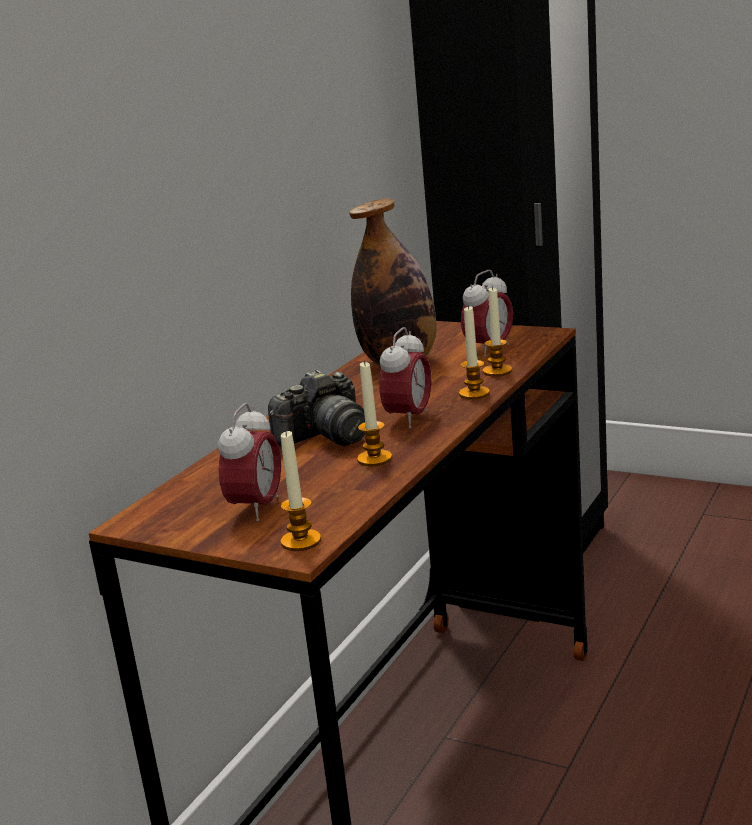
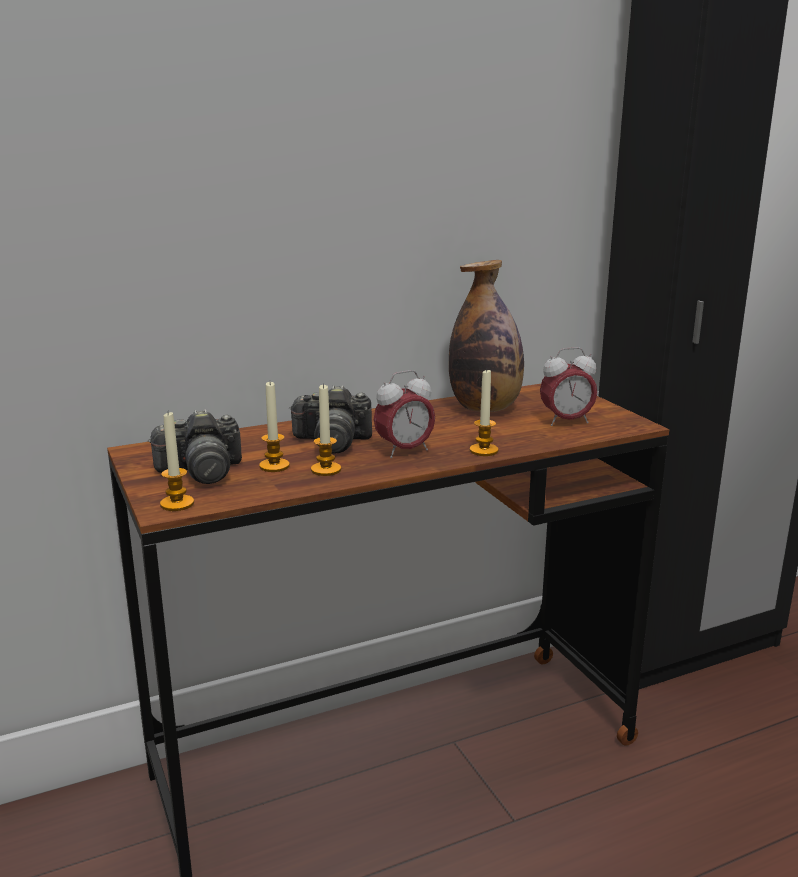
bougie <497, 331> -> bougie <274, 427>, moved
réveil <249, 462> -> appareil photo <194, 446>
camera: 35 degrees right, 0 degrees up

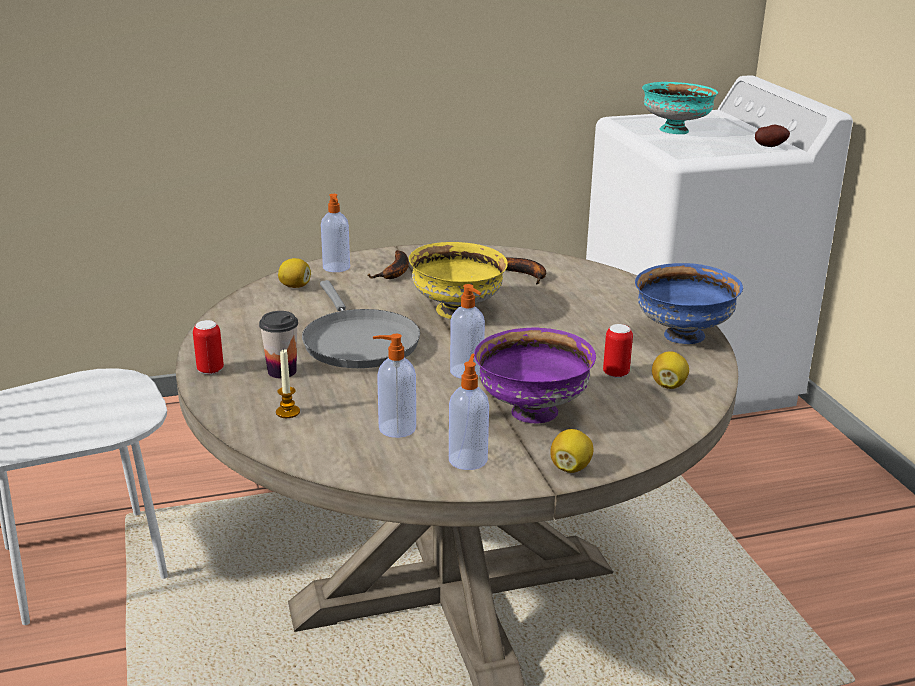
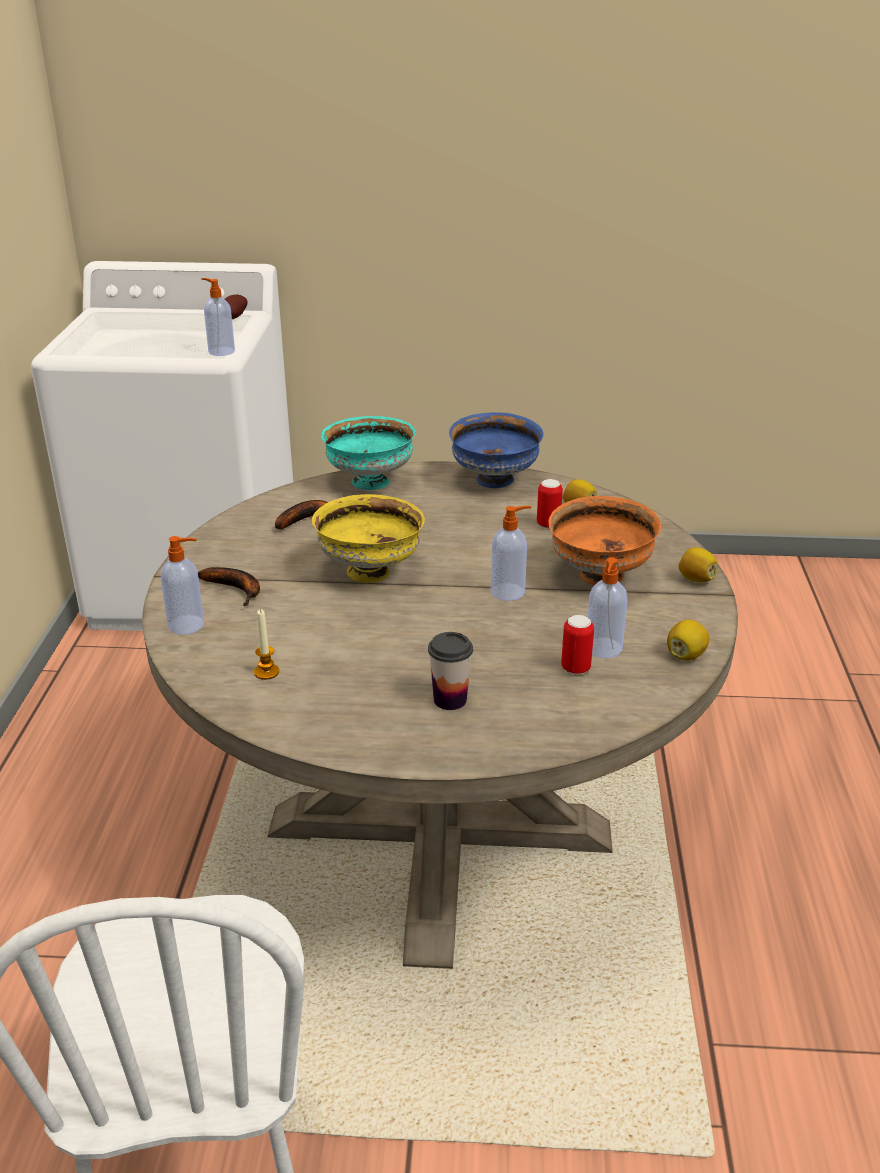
bol/turquoise <680, 108> -> bol/turquoise <368, 453>, moved
citron <294, 273> -> citron <688, 640>, moved
poêle/gris <361, 324> -> none
boîte métallique <208, 347> -> boîte métallique <577, 645>, moved
bol/violet <535, 375> -> bol/orange <604, 540>
bougie <288, 383> -> bougie <266, 644>, moved
distributeur de savon <469, 412> -> distributeur de savon <218, 317>, moved
camera: 70 degrees left, 5 degrees up

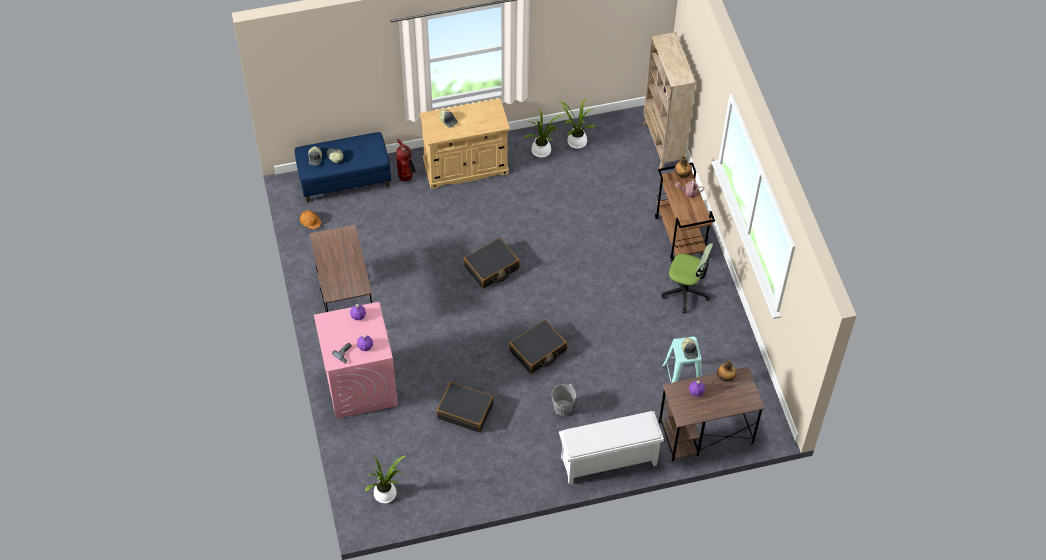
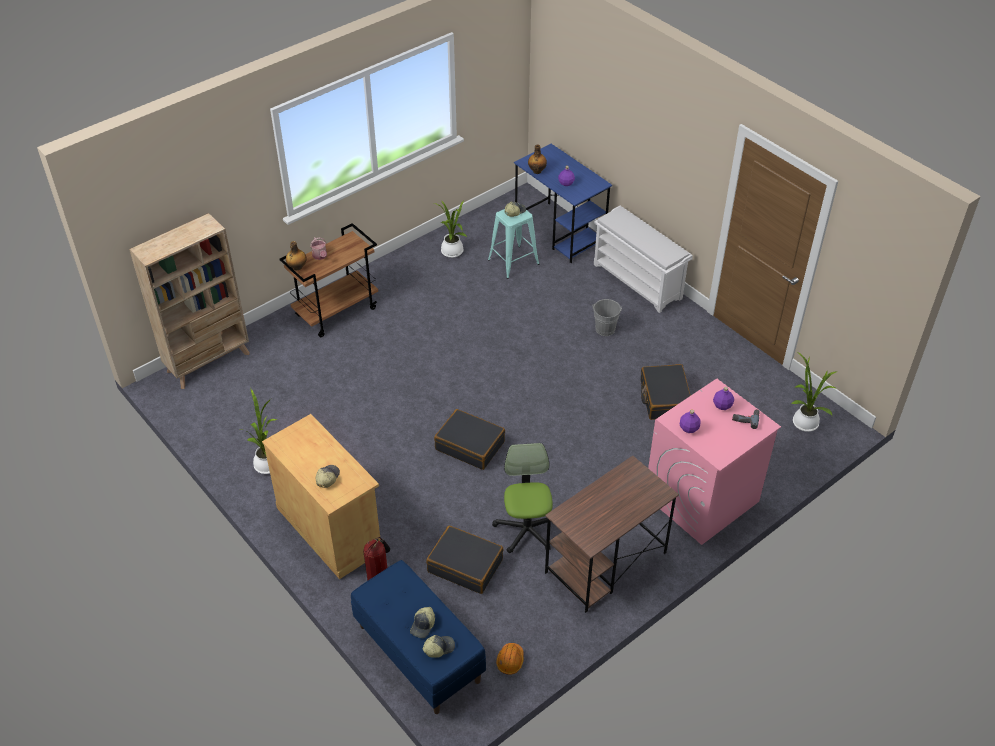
plante en pot <577, 124> -> plante en pot <450, 229>, moved
chaise de bureau <687, 278> -> chaise de bureau <522, 498>, moved
valise/noir <538, 346> -> valise/noir <465, 560>, moved
bureau/marron <711, 414> -> bureau/bleu <563, 203>
camera: 115 degrees left, 10 degrees down

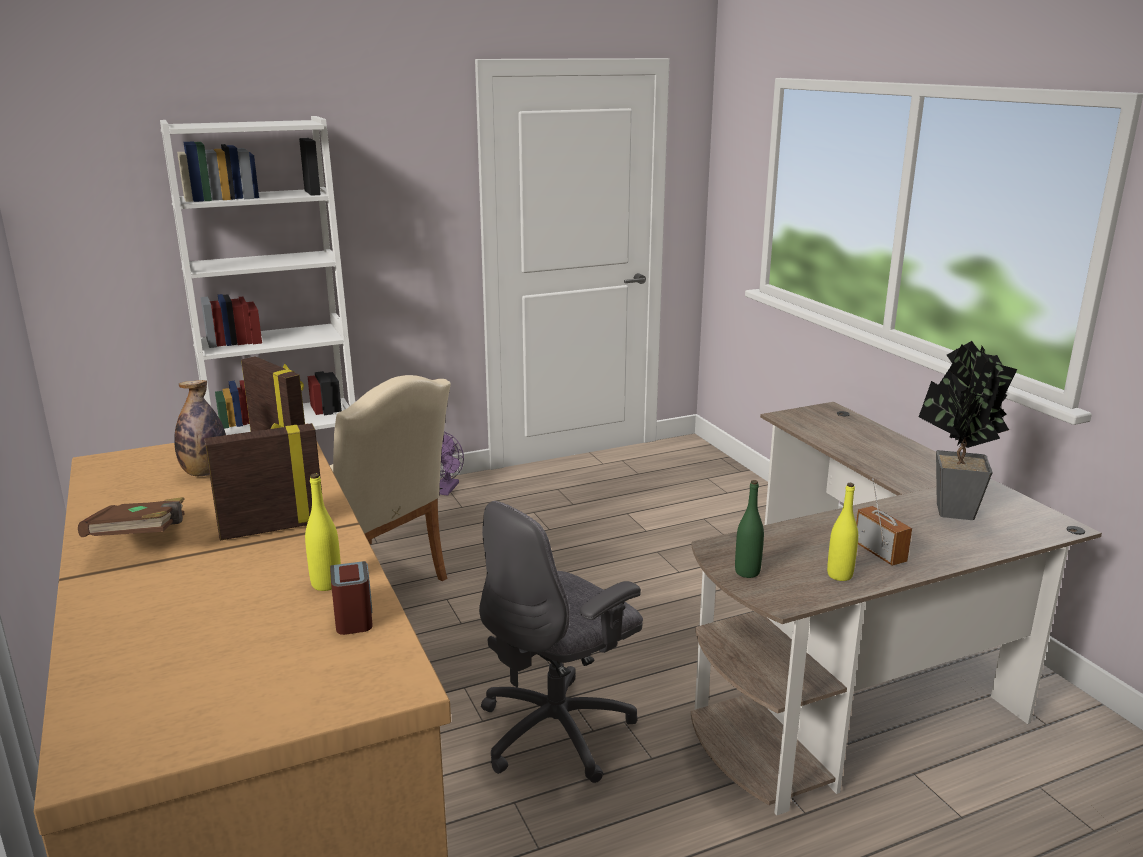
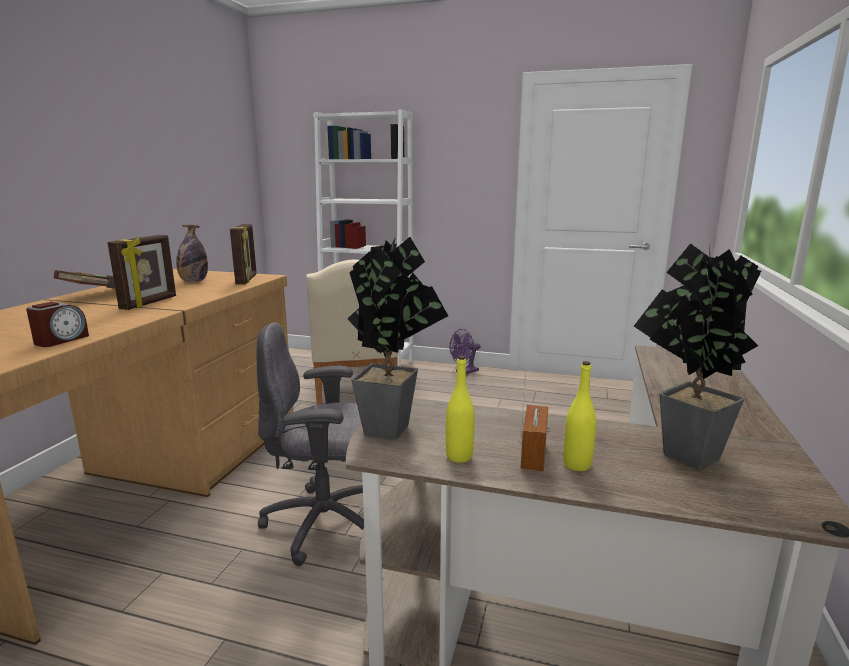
cadre photo <263, 481> -> cadre photo <142, 272>, 90 degrees clockwise
bouteille/jaune <323, 532> -> bouteille/jaune <579, 416>, moved
bouteille/vert <749, 529> -> plante en pot <398, 338>
camera: 40 degrees right, 5 degrees down

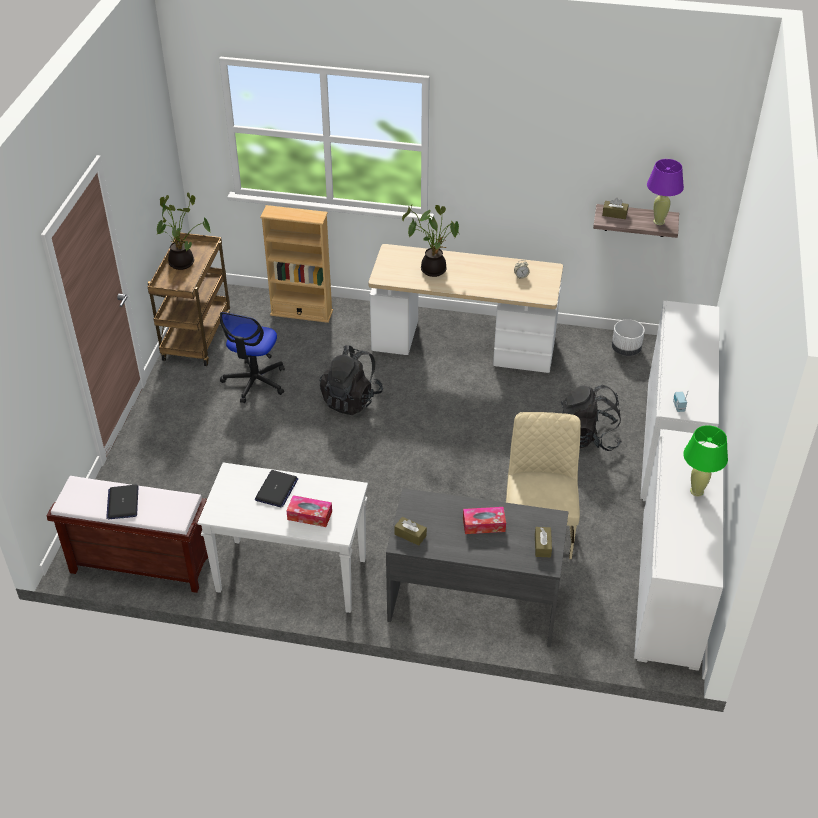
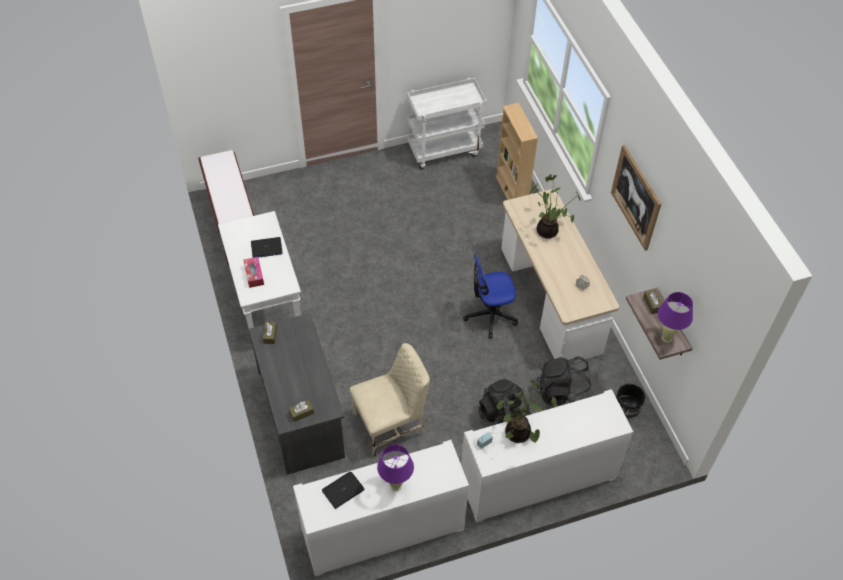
plante en pot <184, 231> -> plante en pot <527, 411>, moved
chariot/marron <189, 299> -> chariot/blanc <447, 124>
chaise de bureau <252, 357> -> chaise de bureau <490, 296>, moved
cache-pot/blanc <628, 337> -> cache-pot/noir <630, 401>
sac à dos/noir <351, 380> -> sac à dos/noir <564, 382>, moved
lampe de table/vert <705, 461> -> lampe de table/violet <395, 467>
ordinateur portable <122, 502> -> ordinateur portable <343, 490>, moved
boîte à mouchoirs <484, 520> -> none
none -> tableau <636, 198>
camera: 60 degrees right, 10 degrees up

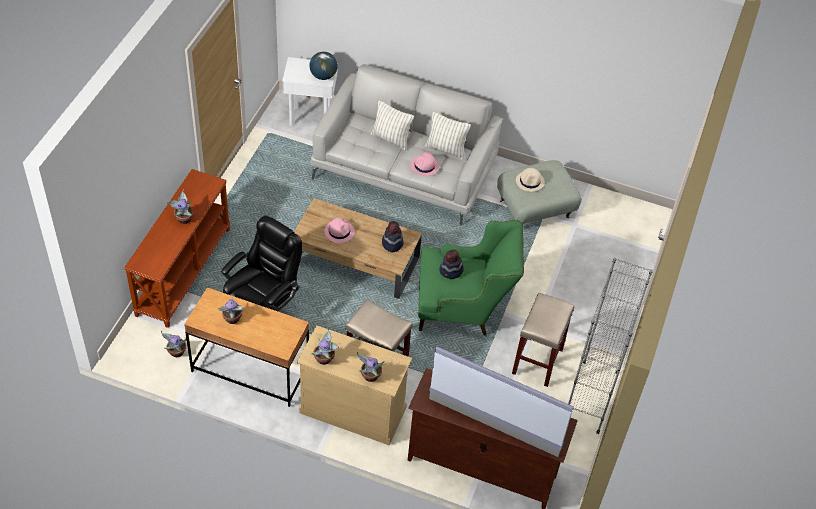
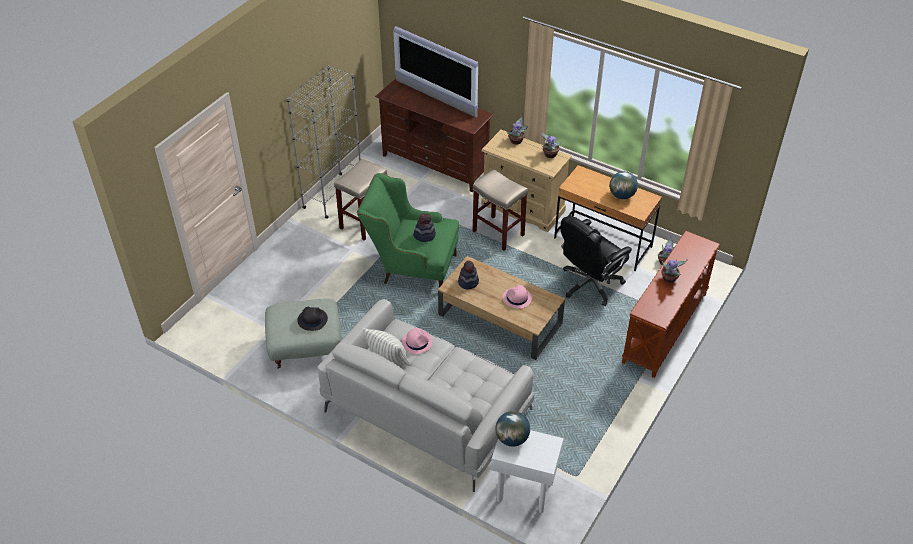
coussin <392, 125> -> none
chapeau/beige <530, 180> -> chapeau/noir <312, 319>
plante en pot <231, 310> -> globe <623, 185>
camera: 165 degrees left, 5 degrees down

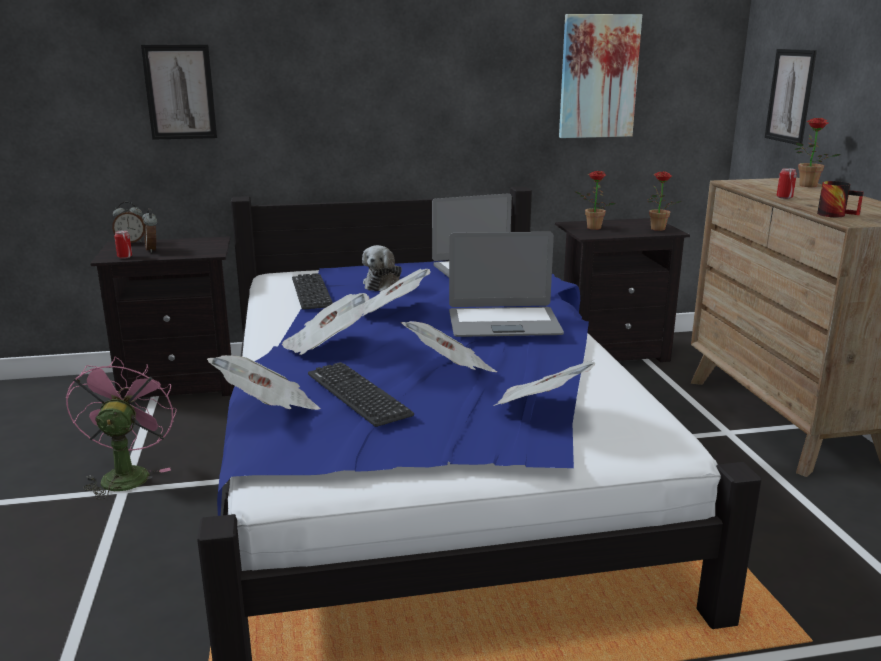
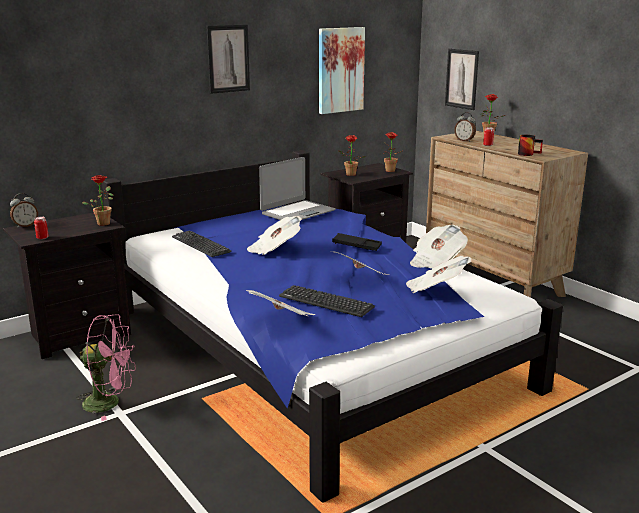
tableau <179, 92> -> tableau <228, 59>, moved
réveil <150, 230> -> réveil <465, 127>, moved
ordinateur portable <506, 284> -> plateau/noir <357, 242>
peluche <382, 268> -> none
journal <325, 324> -> journal <439, 246>, moved
ventilateur/rose <121, 428> -> ventilateur/rose <106, 367>, 120 degrees clockwise
none -> plante en pot <98, 200>
camera: 25 degrees left, 0 degrees up

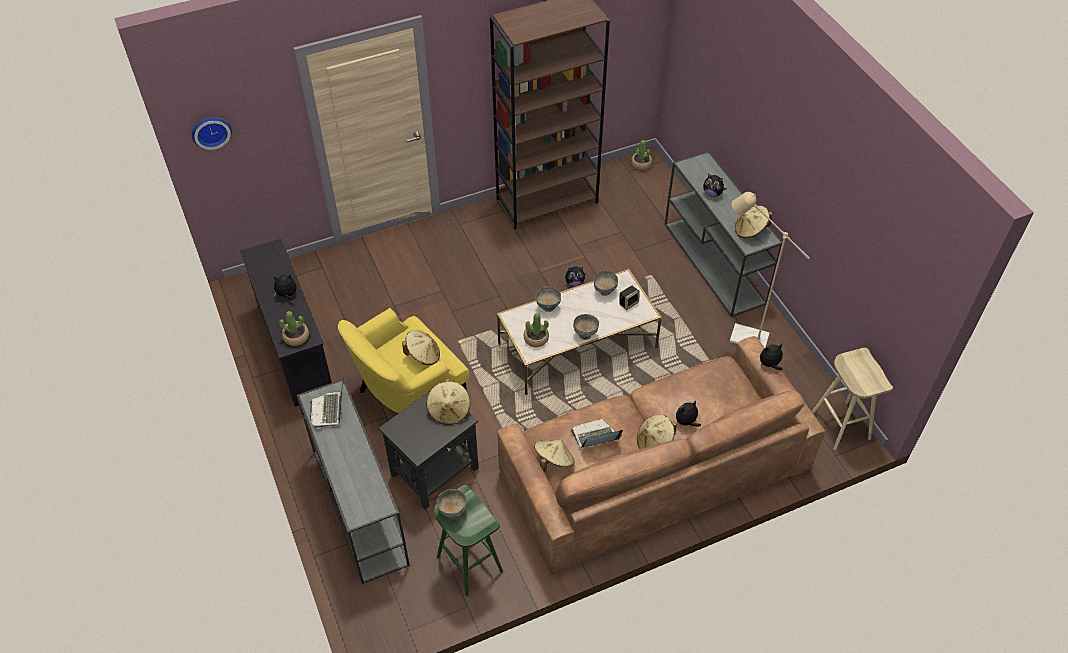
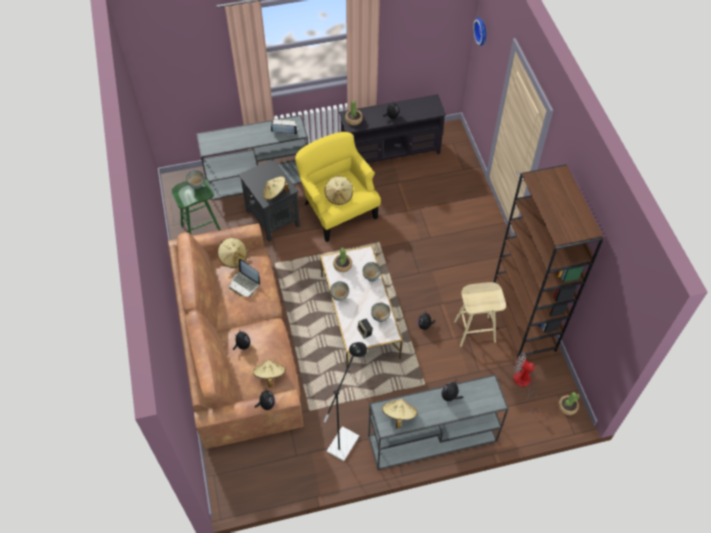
lampadaire/beige <770, 269> -> lampadaire/noir <345, 401>
tabouret/beige <852, 399> -> tabouret/beige <480, 314>, moved
chapeau/beige <656, 432> -> chapeau/beige <269, 373>, moved
ordinateur portable <597, 433> -> ordinateur portable <244, 278>, 135 degrees clockwise
none -> ventilateur <526, 382>
camera: 100 degrees right, 5 degrees up

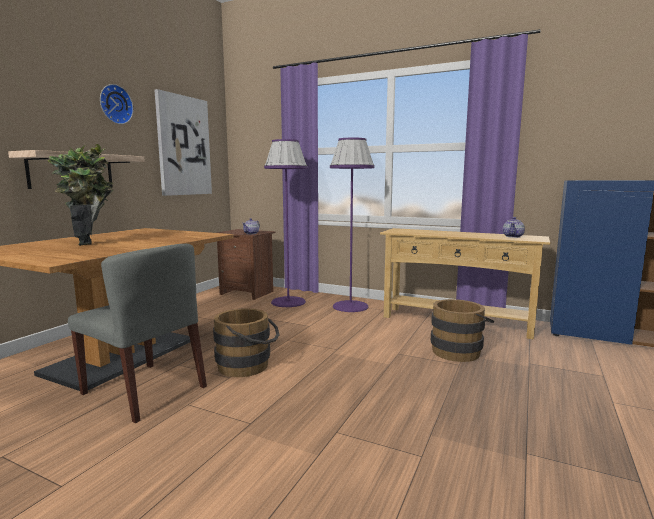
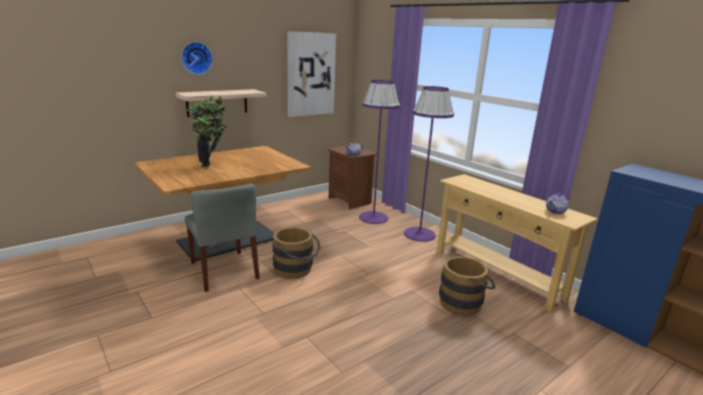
horloge murale <116, 104> -> horloge murale <197, 58>, moved
camera: 25 degrees right, 10 degrees up

